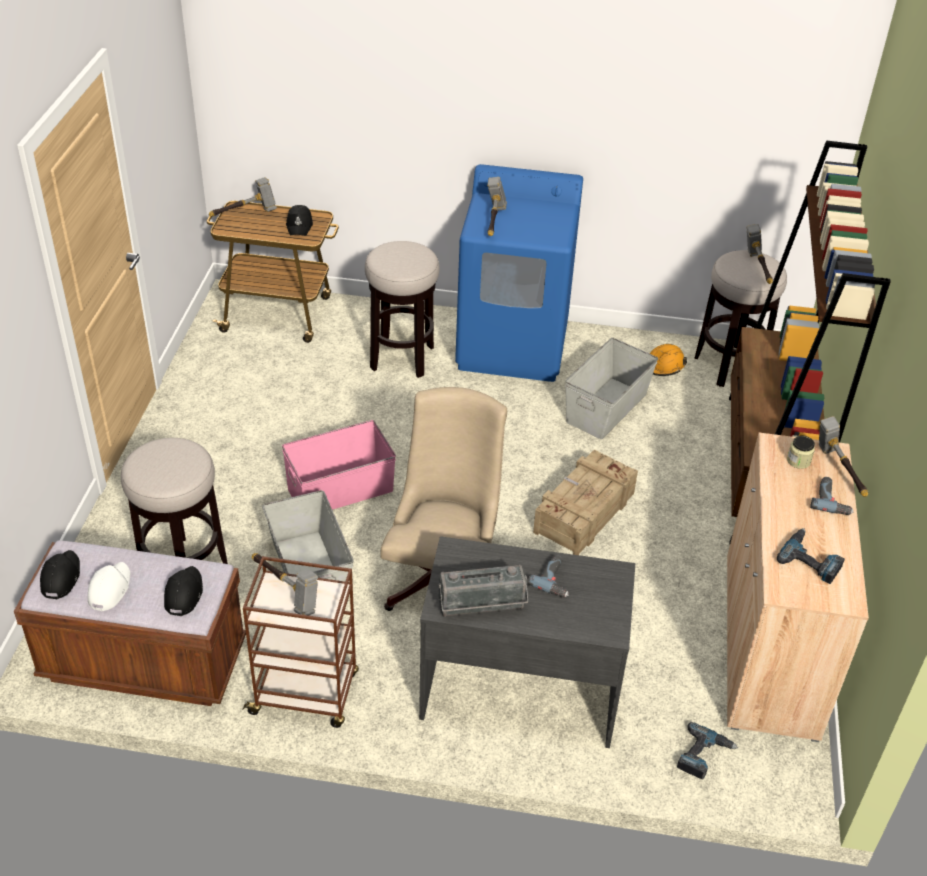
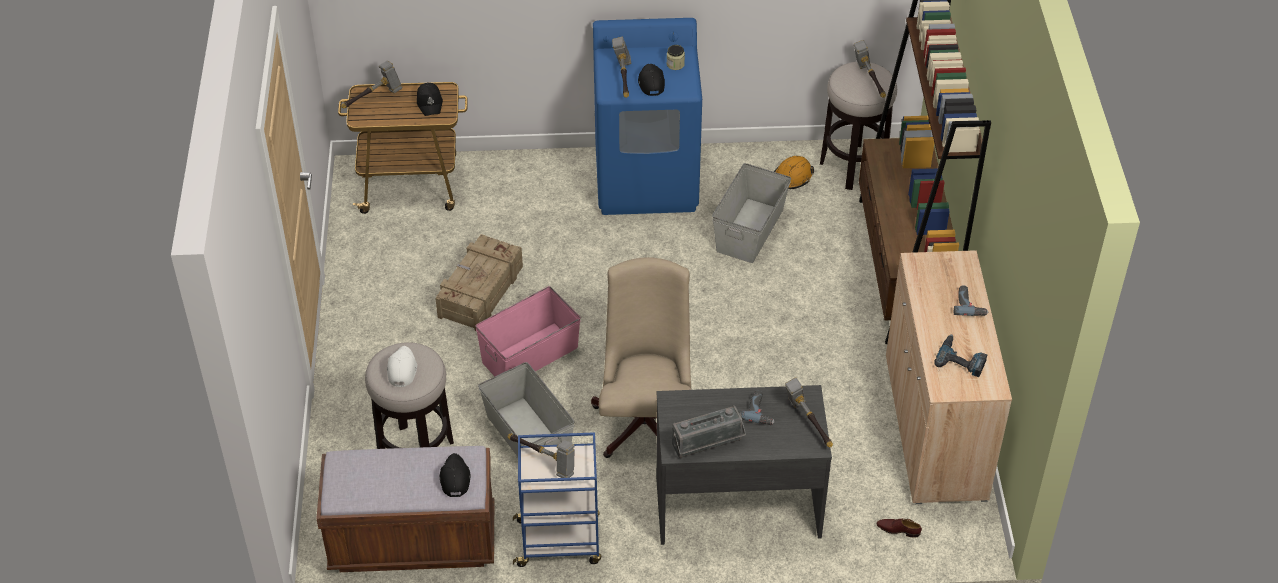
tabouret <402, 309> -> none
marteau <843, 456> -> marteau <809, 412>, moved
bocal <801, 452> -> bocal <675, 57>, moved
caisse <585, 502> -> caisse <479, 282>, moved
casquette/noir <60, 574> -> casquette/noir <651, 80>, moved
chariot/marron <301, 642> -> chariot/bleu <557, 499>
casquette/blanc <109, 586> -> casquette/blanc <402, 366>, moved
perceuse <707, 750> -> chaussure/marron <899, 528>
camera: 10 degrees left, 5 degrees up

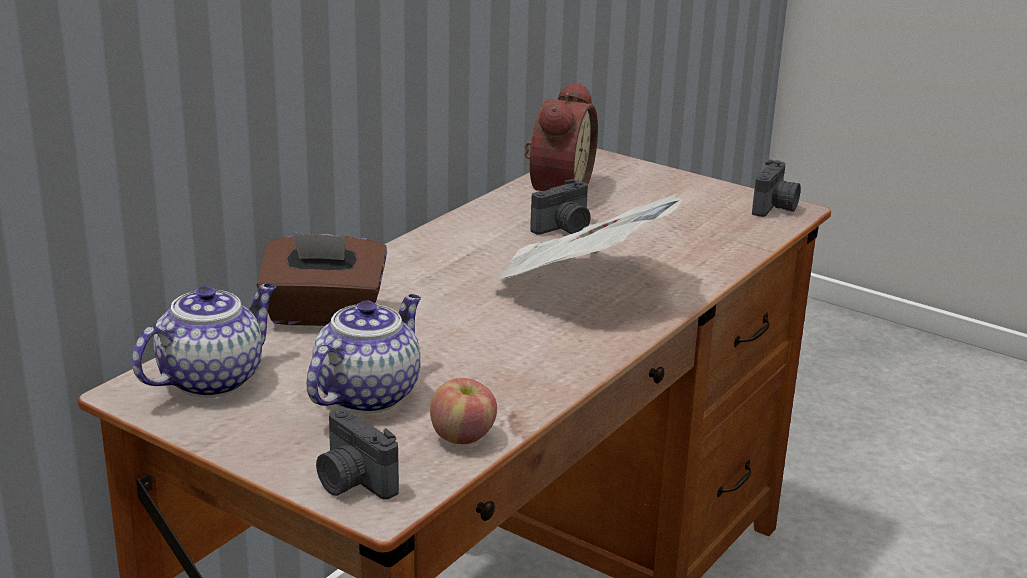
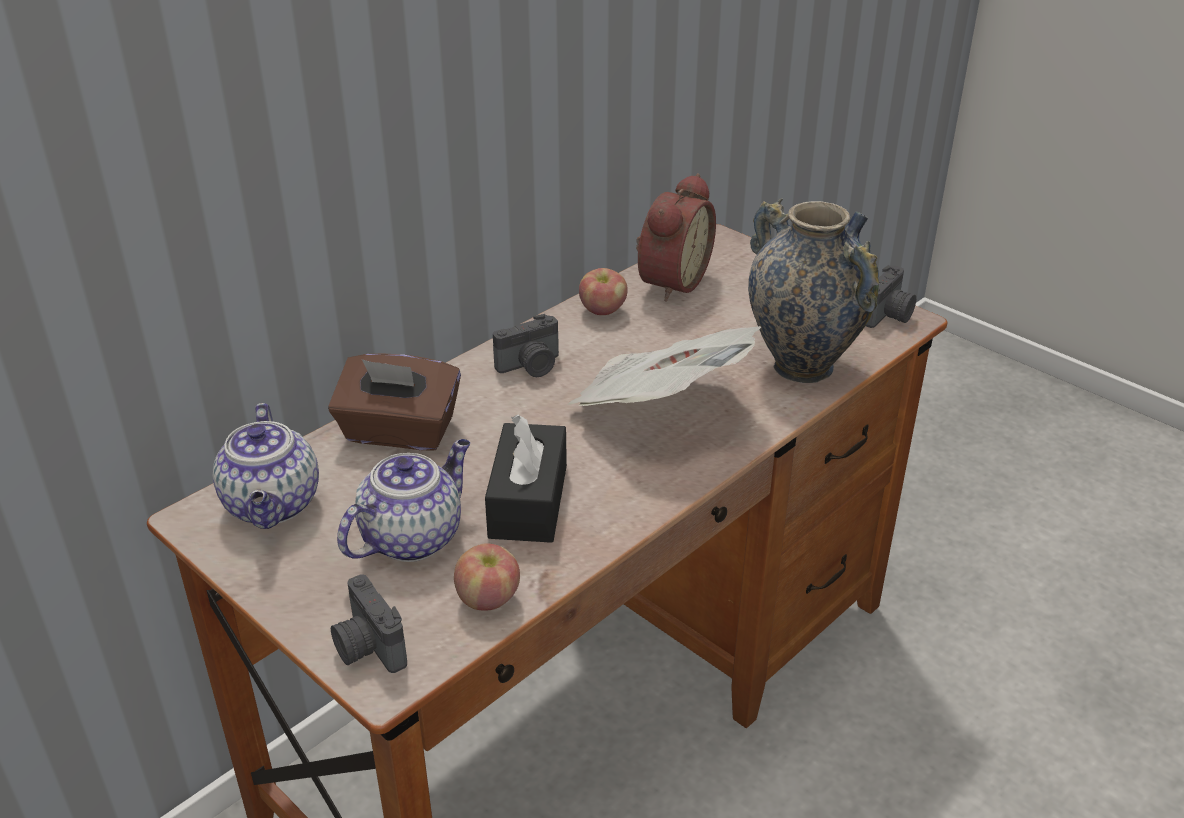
appareil photo <560, 207> -> appareil photo <526, 345>, moved
théière <204, 341> -> théière <266, 466>, 120 degrees clockwise
none -> vase <813, 290>
none -> pomme <603, 291>
none -> boîte à mouchoirs/noir <526, 478>
camera: 10 degrees right, 10 degrees up

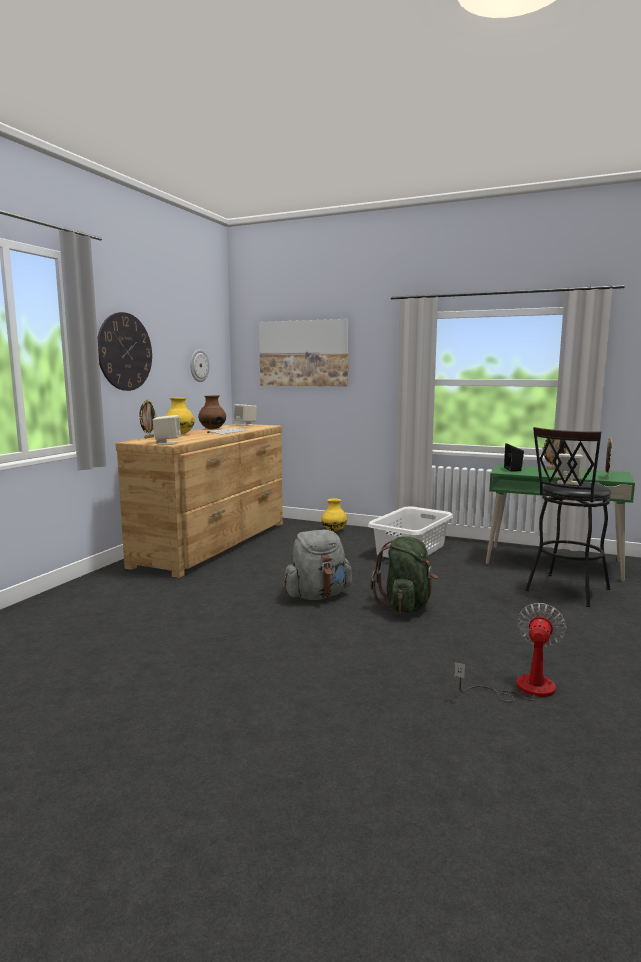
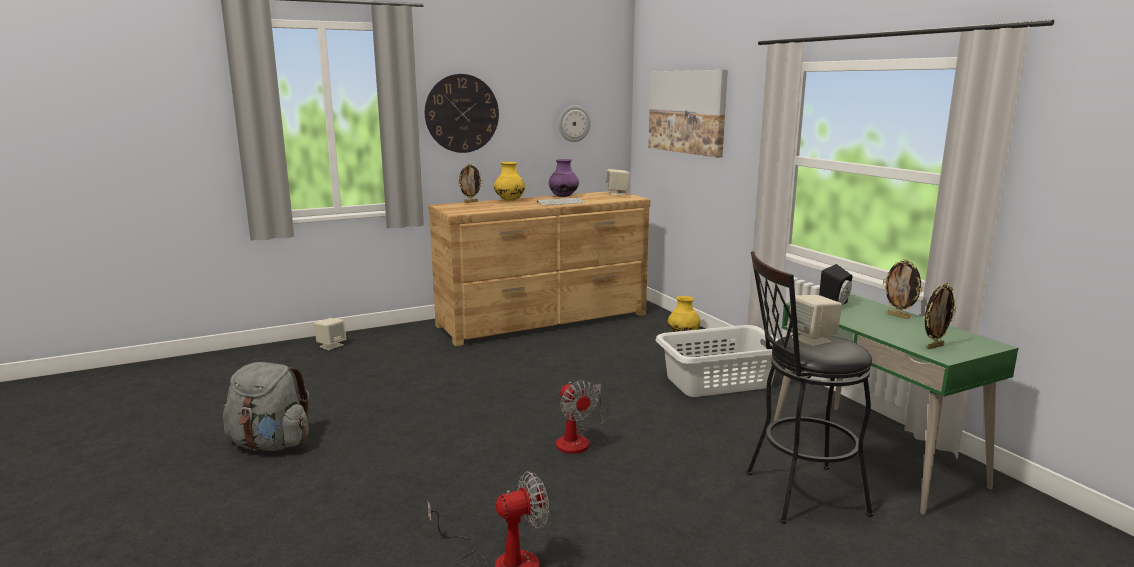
vase/marron <212, 412> -> vase/violet <564, 178>
enceinte/beige <166, 429> -> enceinte/beige <330, 334>, moved
sac à dos/gris <317, 565> -> sac à dos/gris <266, 406>, moved
sac à dos/vert <404, 574> -> ventilateur <579, 417>
camera: 40 degrees right, 5 degrees up

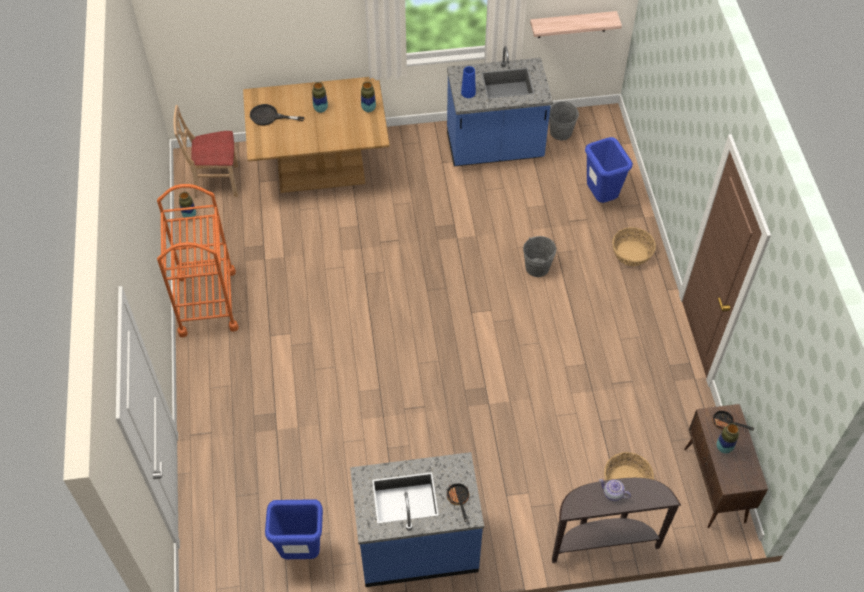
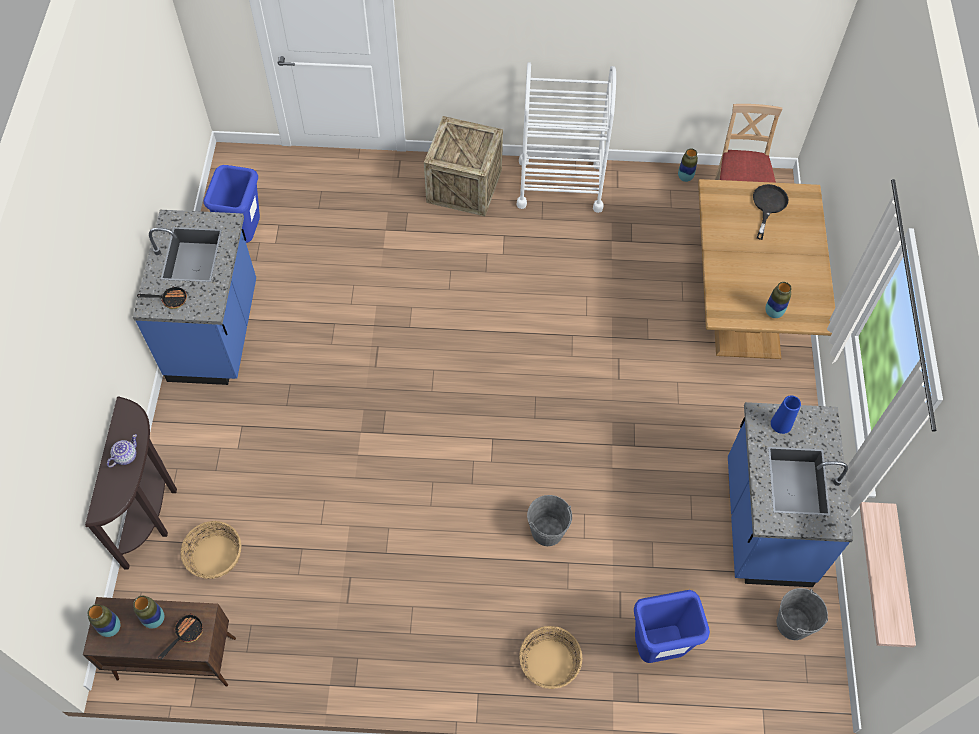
vase <320, 97> -> vase <104, 620>, moved
chariot/orange <198, 260> -> chariot/blanc <566, 137>
none -> caisse <463, 166>
camera: 100 degrees right, 5 degrees up

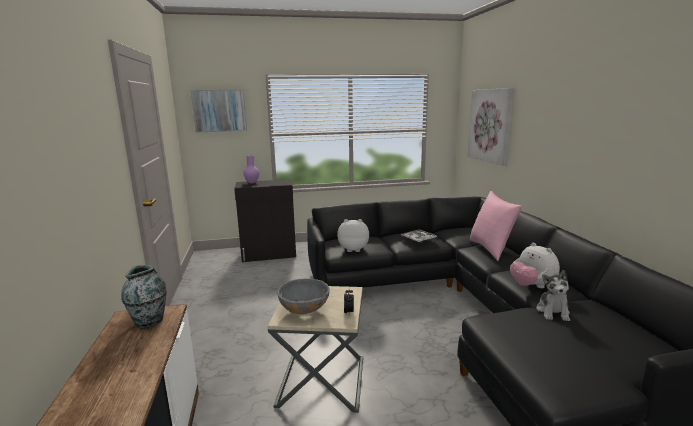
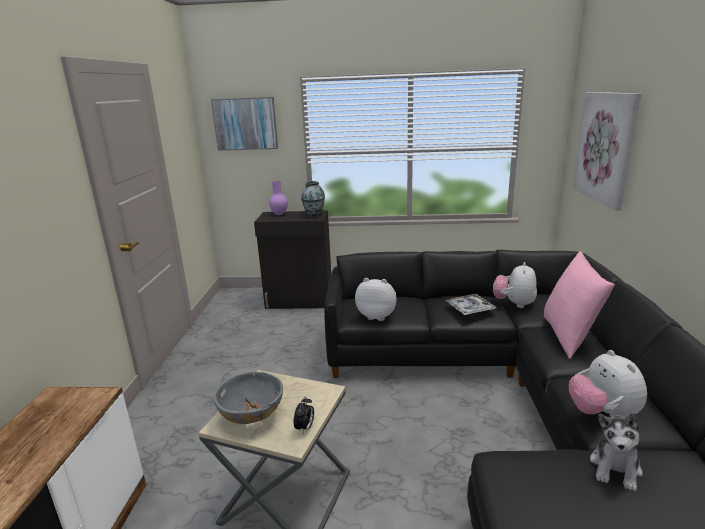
vase <144, 297> -> vase <313, 199>, moved
none -> peluche <515, 285>
camera: 15 degrees right, 5 degrees up

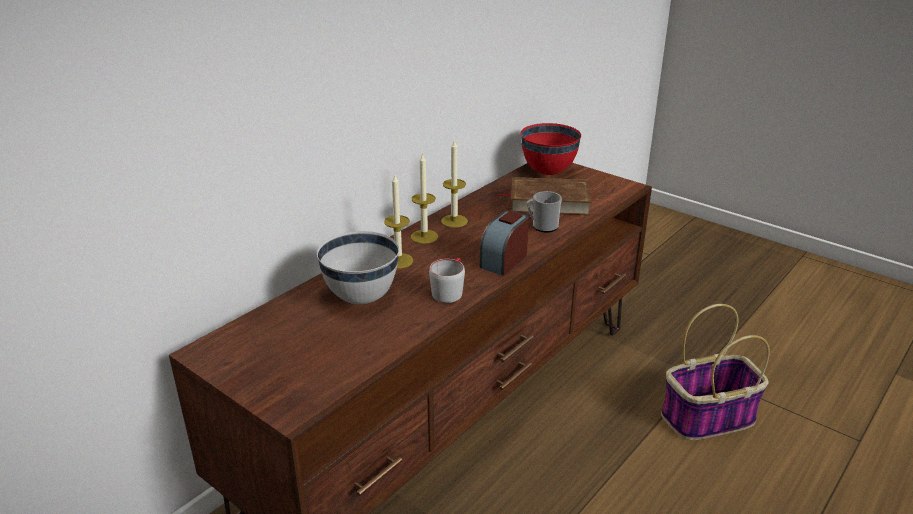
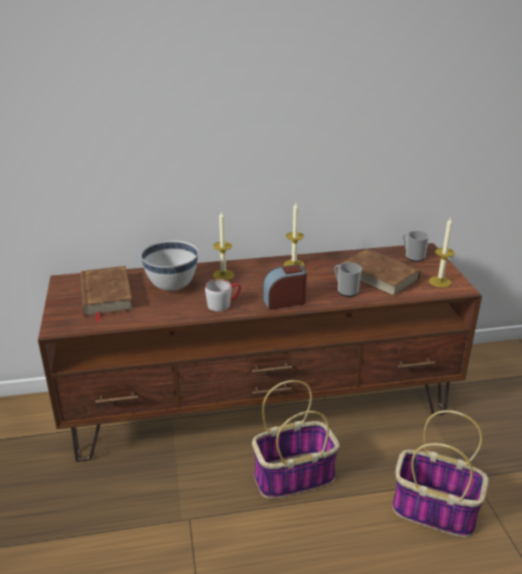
bol/rouge <551, 149> -> mug <415, 246>
bougie <424, 198> -> bougie <442, 252>, moved
none -> livre/marron <106, 294>
none -> panier <296, 439>
camera: 40 degrees right, 0 degrees up

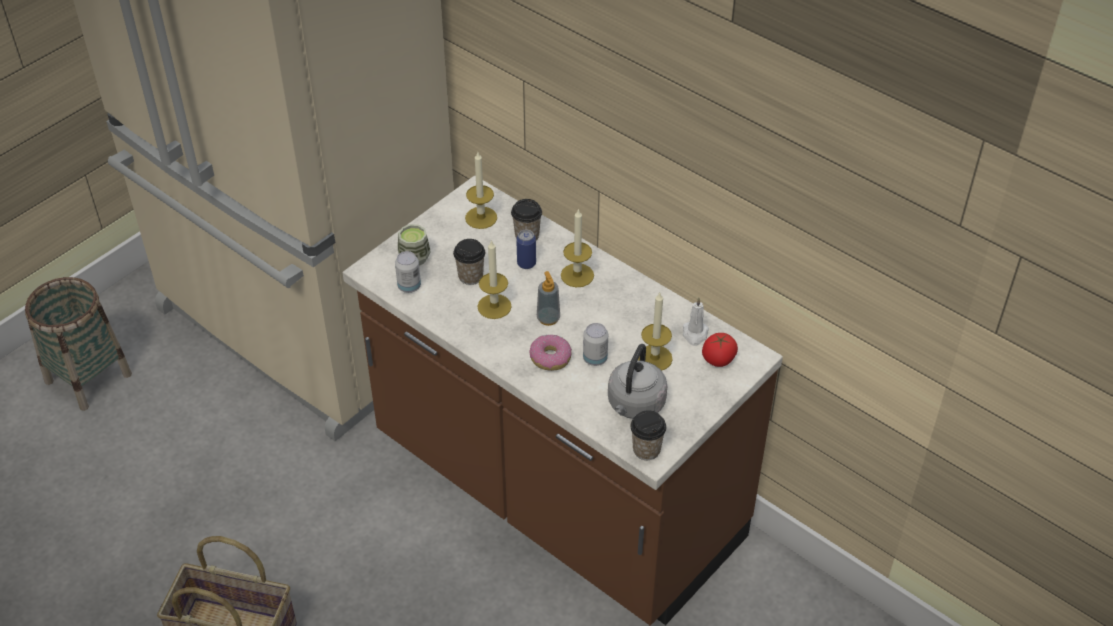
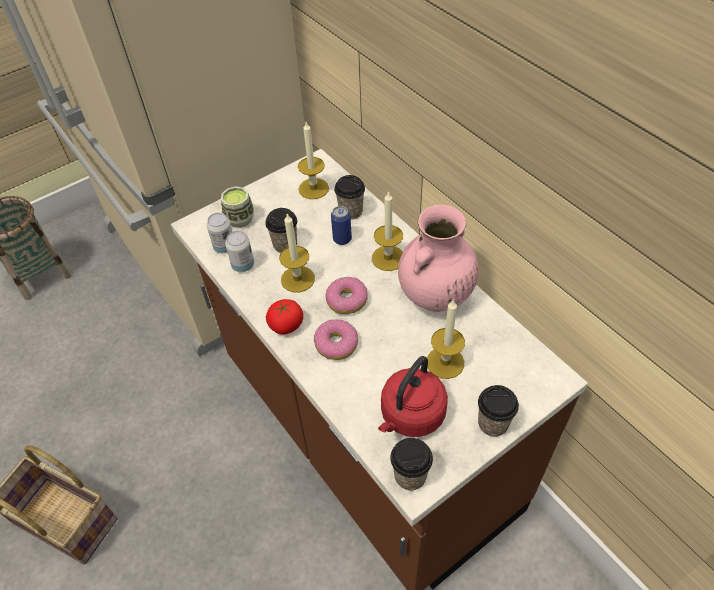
distributeur de savon <548, 298> -> beignet <347, 295>
bougie/blanc <696, 322> -> none
boîte métallique <595, 344> -> boîte métallique <239, 251>, moved
tomate <720, 350> -> tomate <284, 316>, moved
bouilloire/gris <637, 381> -> bouilloire/rouge <413, 396>
none -> vase/rose <438, 258>
none -> tasse <498, 411>
camera: 15 degrees right, 5 degrees up

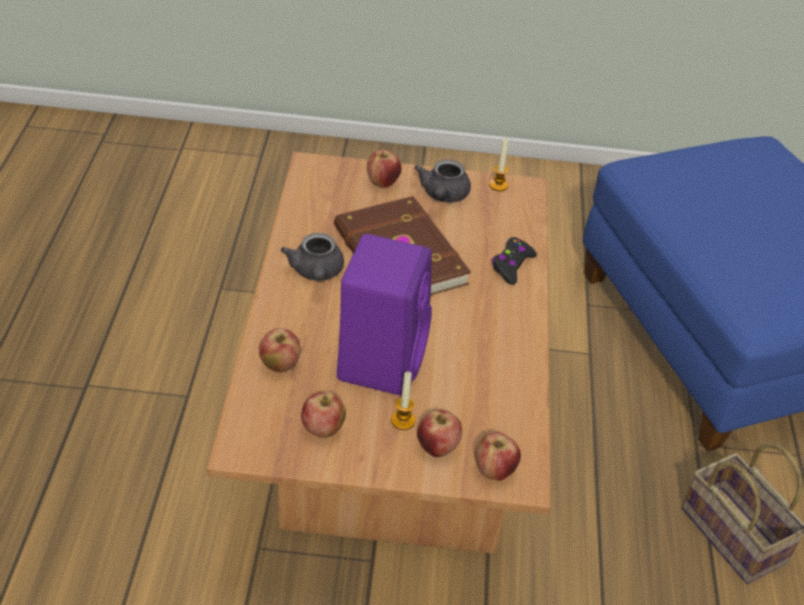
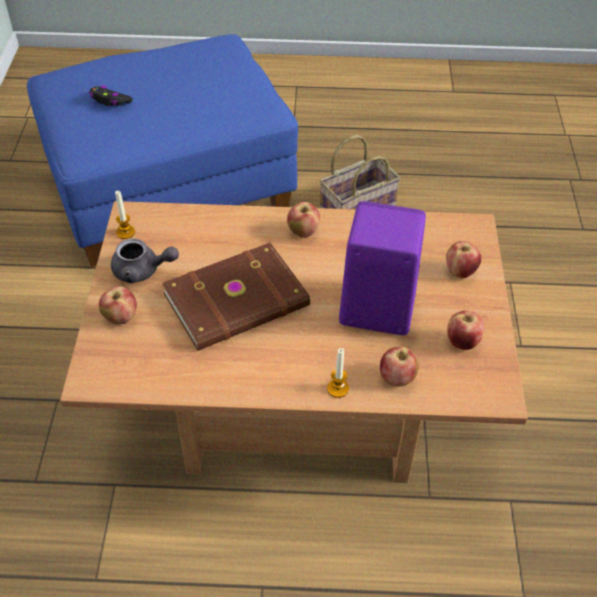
théière/gris <312, 257> -> none
manette/noir <514, 261> -> manette/noir <111, 96>, moved
bougie <403, 401> -> bougie <338, 373>, moved
pomme <498, 456> -> pomme <303, 219>, moved
camera: 90 degrees left, 5 degrees up

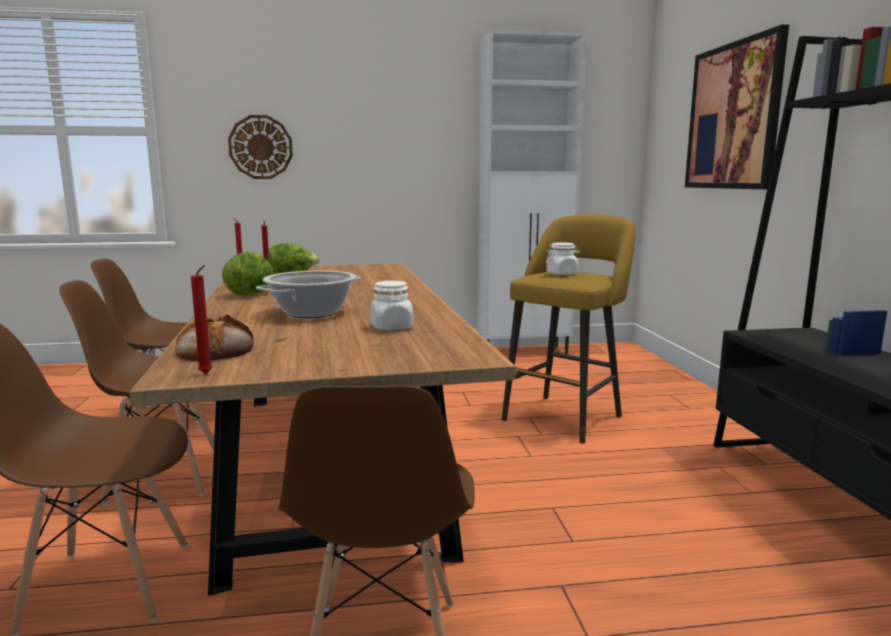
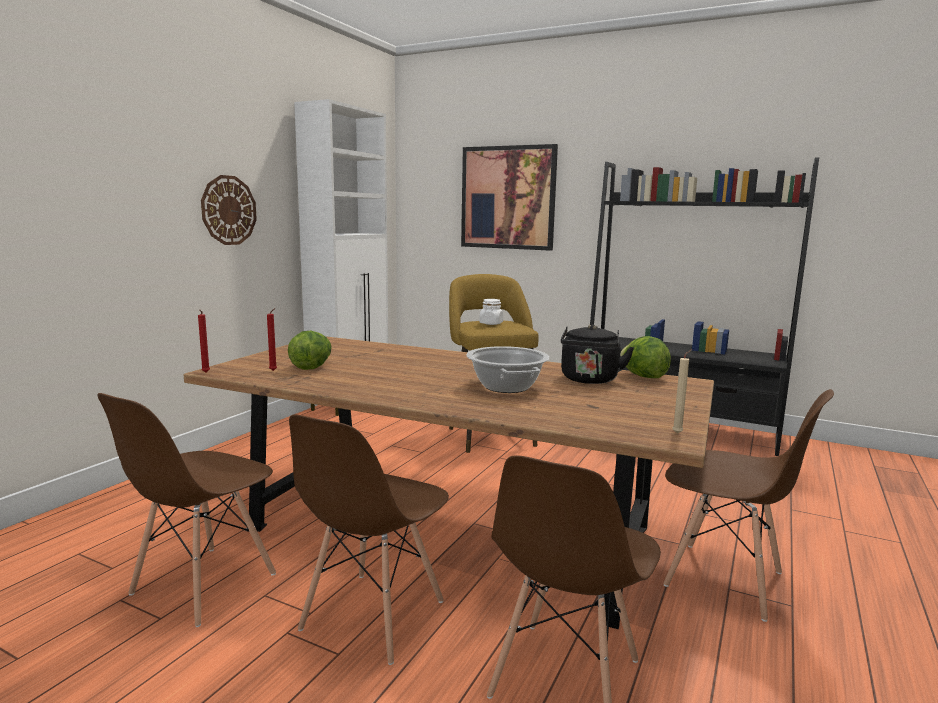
horloge murale <260, 147> -> horloge murale <229, 210>, moved
laitue <248, 274> -> laitue <645, 357>, moved
bougie/rouge <201, 319> -> bougie/beige <682, 391>
bocal/blanc <392, 305> -> bouilloire/noir <597, 354>
pain <214, 338> -> none
camera: 55 degrees left, 0 degrees up

